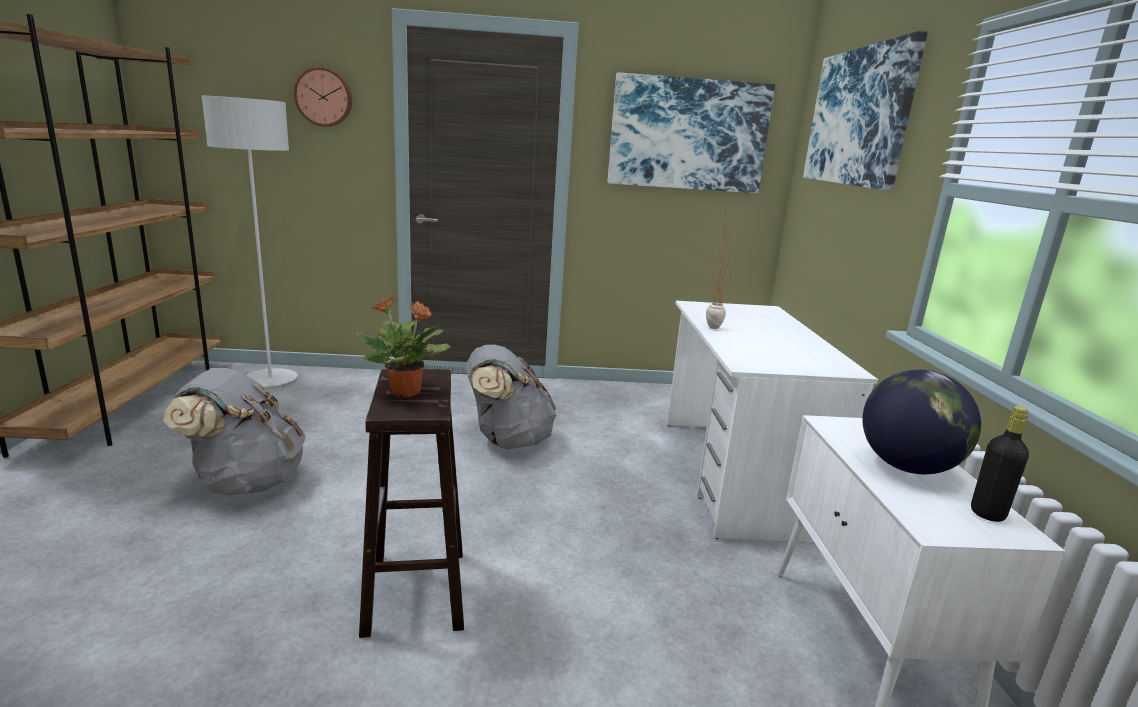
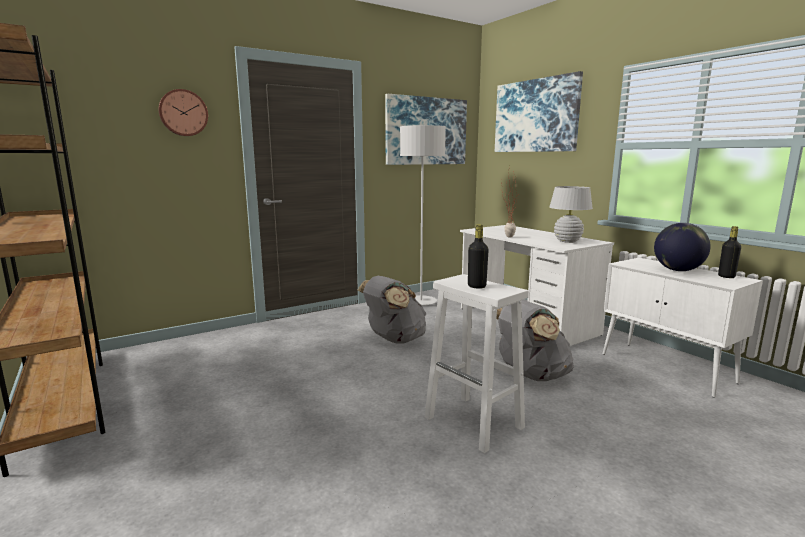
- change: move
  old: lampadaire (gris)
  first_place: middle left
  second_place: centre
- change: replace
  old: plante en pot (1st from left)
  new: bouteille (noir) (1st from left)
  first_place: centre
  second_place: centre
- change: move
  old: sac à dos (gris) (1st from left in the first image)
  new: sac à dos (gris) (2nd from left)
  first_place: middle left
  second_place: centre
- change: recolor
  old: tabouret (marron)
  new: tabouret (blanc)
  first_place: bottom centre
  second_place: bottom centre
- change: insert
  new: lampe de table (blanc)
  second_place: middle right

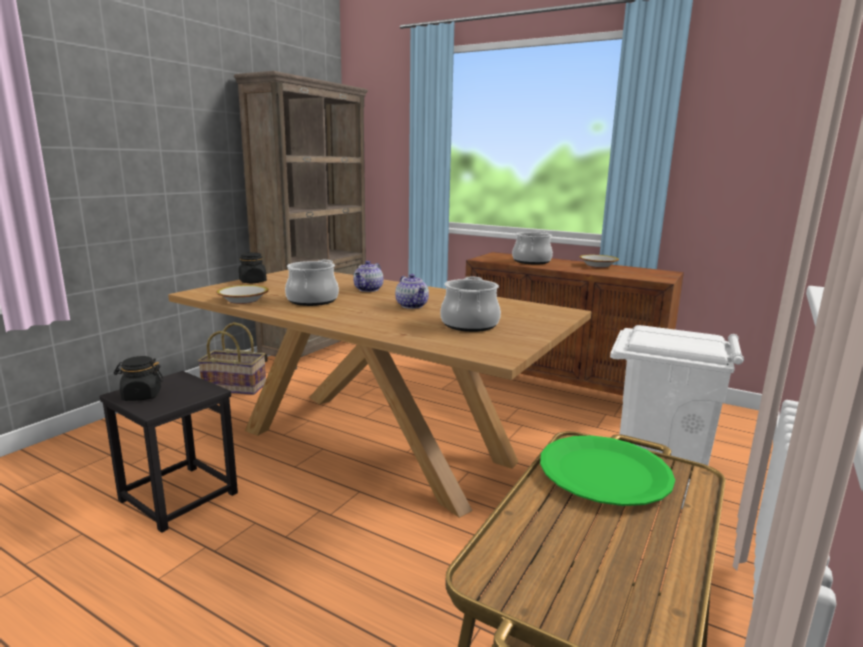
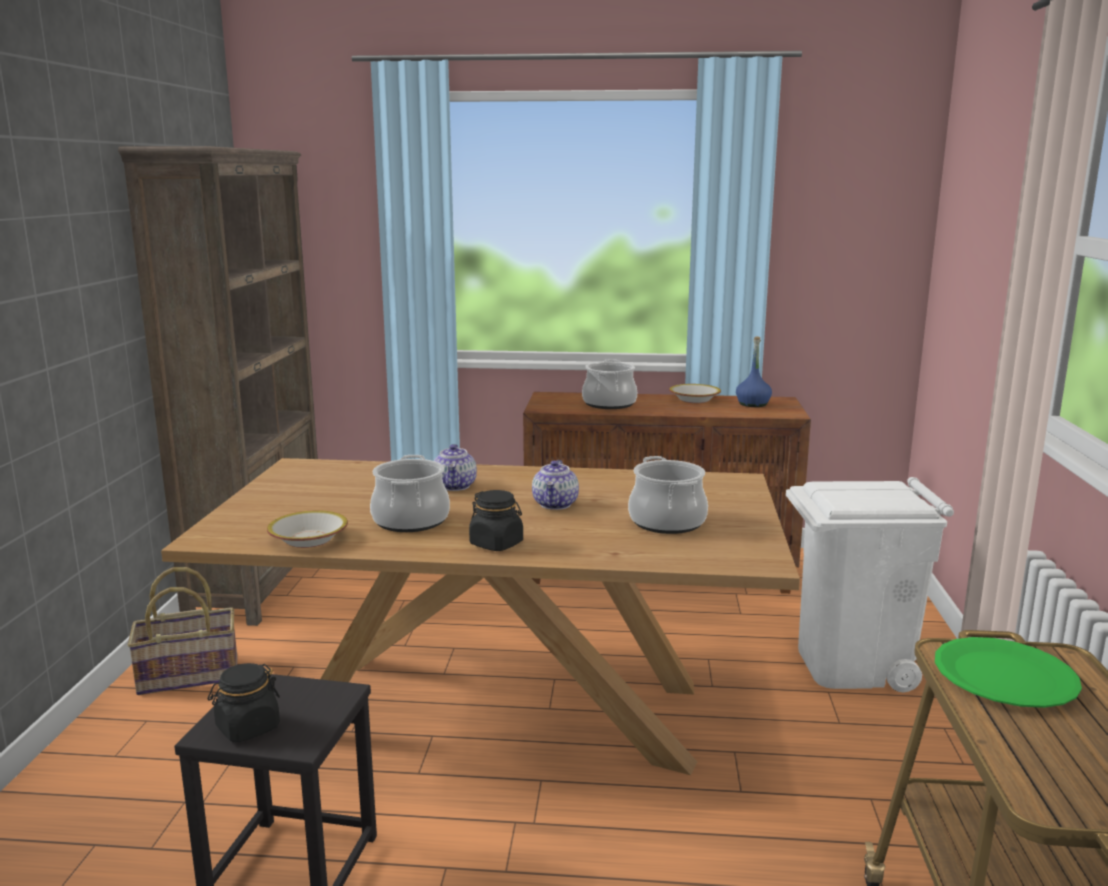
- change: move
  old: bocal (noir) (2nd from left)
  first_place: middle left
  second_place: centre
- change: rotate
  old: théière (2nd from left)
  first_place: centre
  second_place: centre
  degrees: 60
- change: insert
  new: bouteille (bleu)
  second_place: middle right

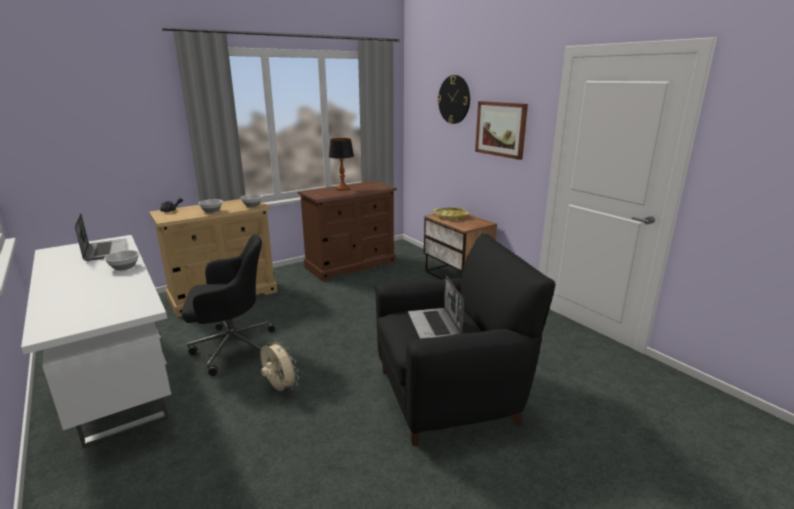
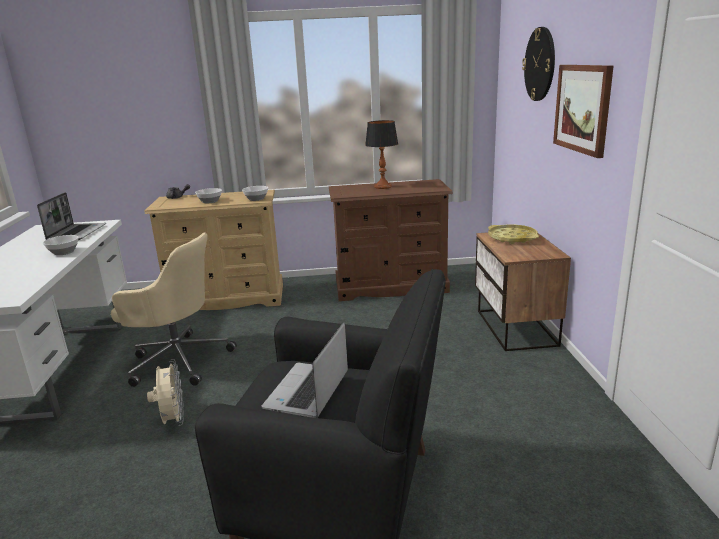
- change: recolor
  old: chaise de bureau (noir)
  new: chaise de bureau (beige)
  first_place: middle left
  second_place: middle left

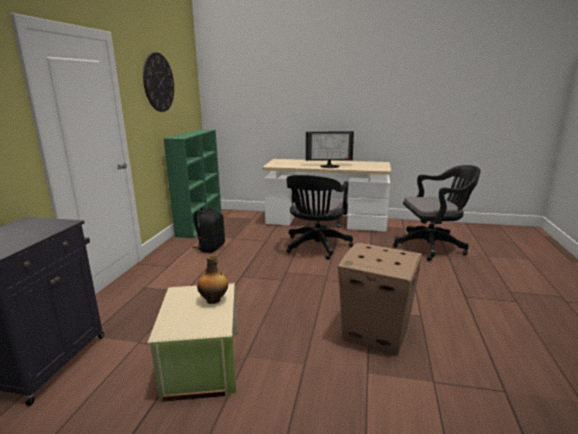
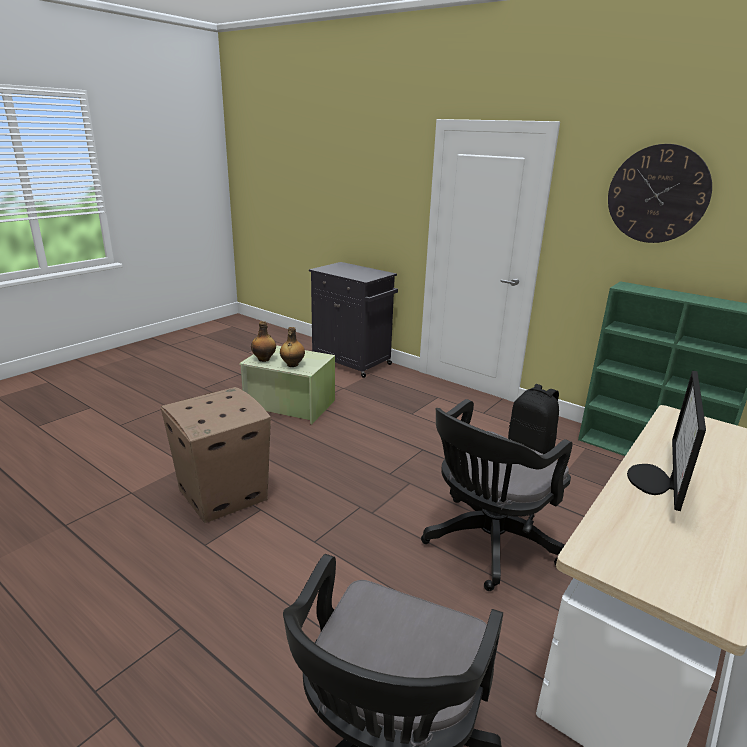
- change: rotate
  old: chaise de bureau (noir) (1st from left in the first image)
  first_place: centre
  second_place: centre
  degrees: -90
- change: recolor
  old: boîte de rangement (beige)
  new: boîte de rangement (vert)
  first_place: bottom centre
  second_place: centre
- change: insert
  new: bouteille (1st from left)
  second_place: centre

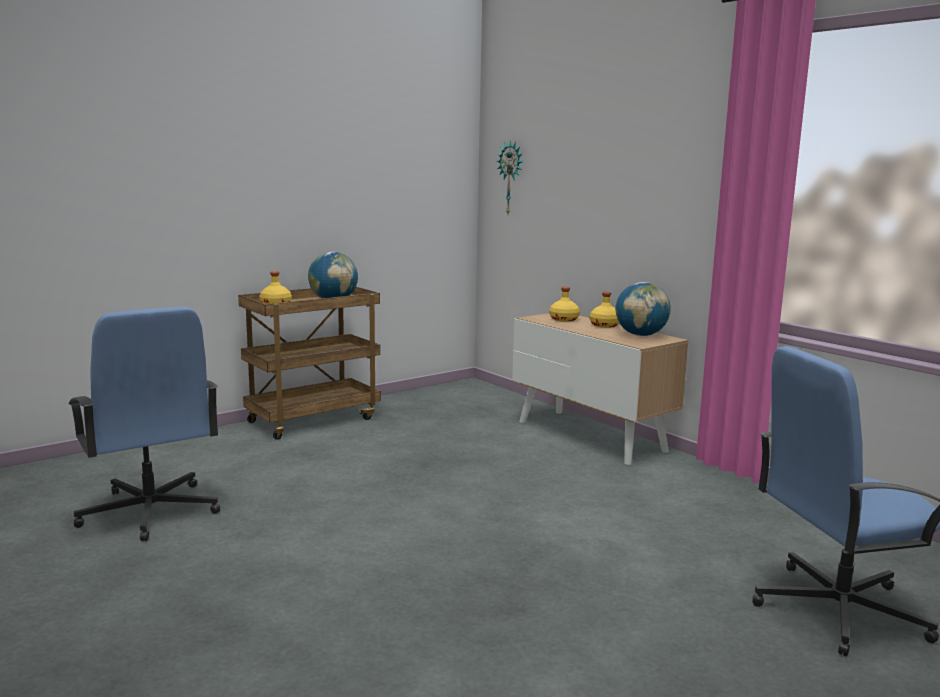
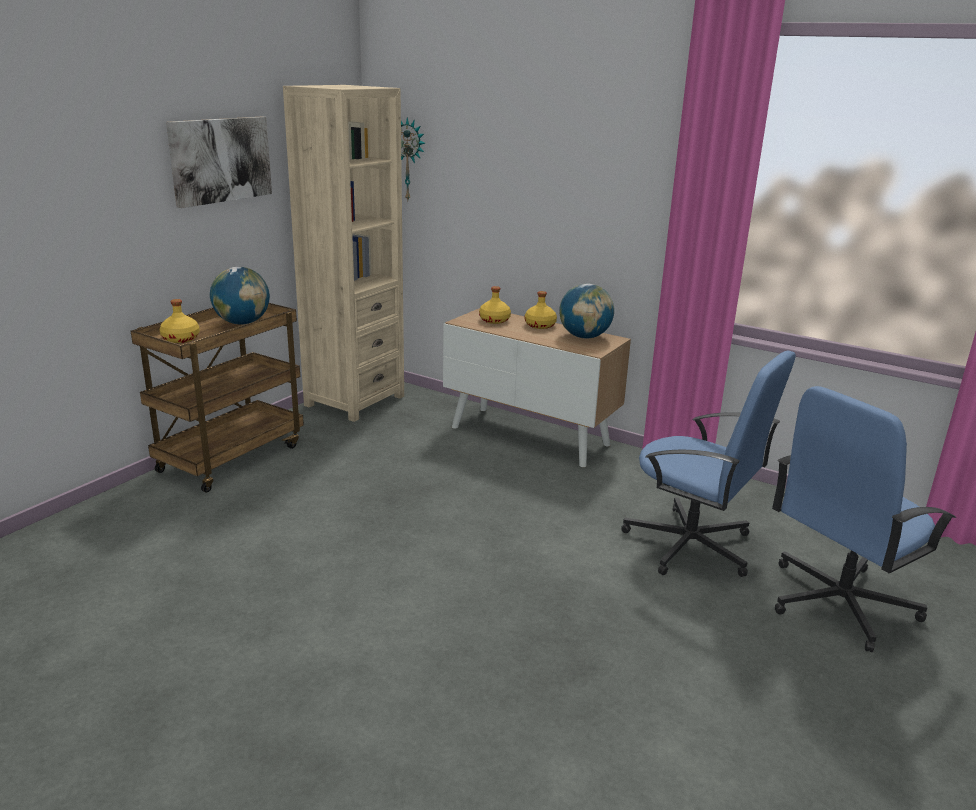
- change: move
  old: chaise de bureau (bleu) (1st from left)
  first_place: middle left
  second_place: middle right
- change: insert
  new: bibliothèque (beige)
  second_place: top centre
- change: insert
  new: tableau
  second_place: top left

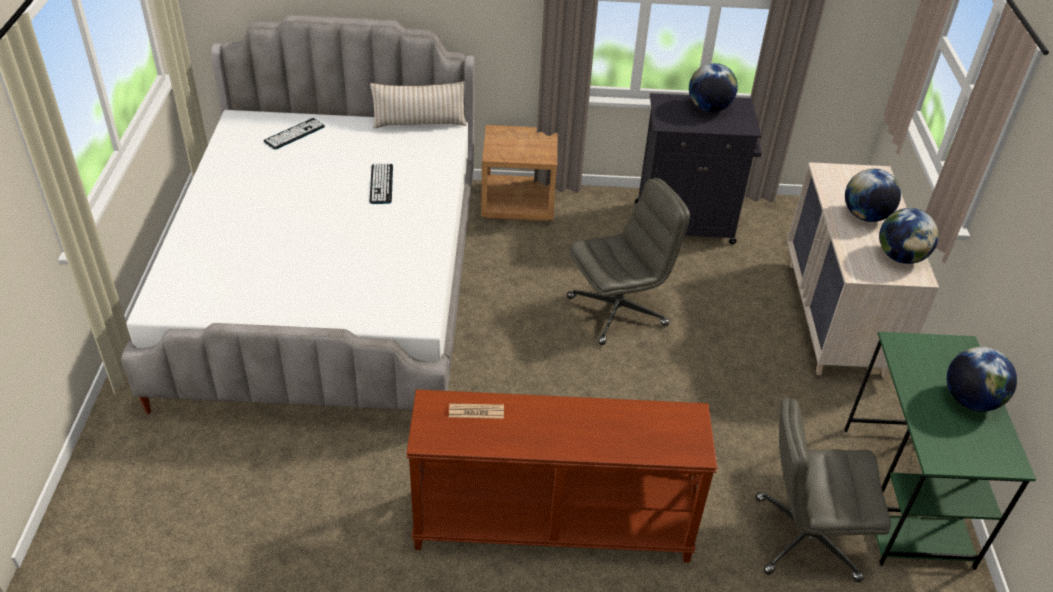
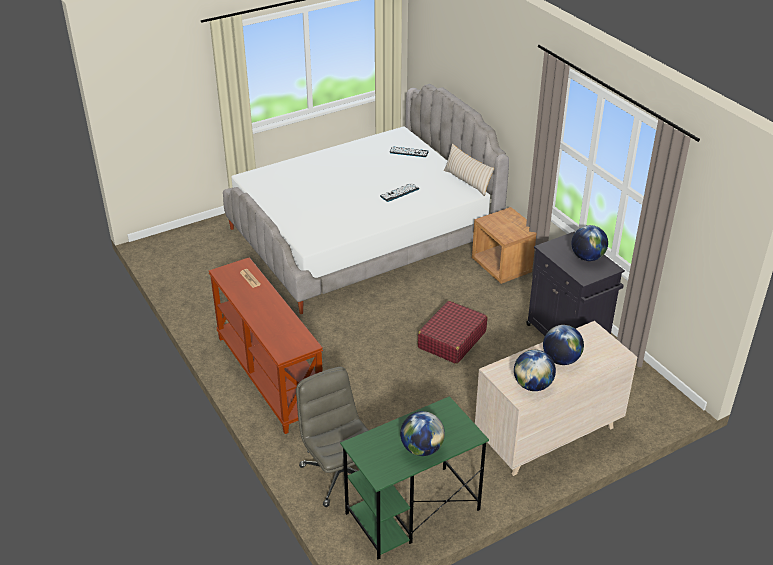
- change: replace
  old: chaise de bureau (gris) (1st from left)
  new: valise (rouge)
  first_place: centre
  second_place: centre

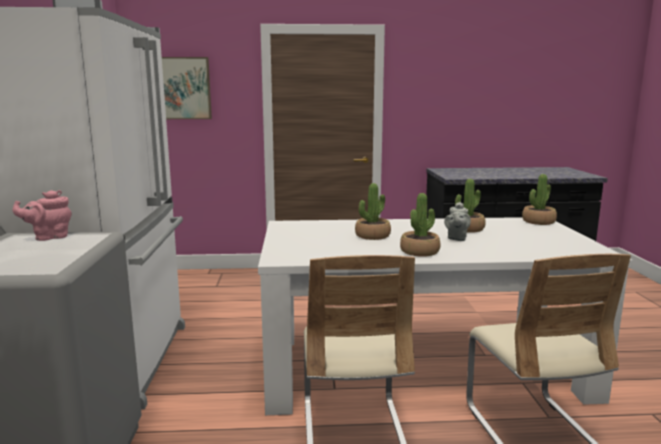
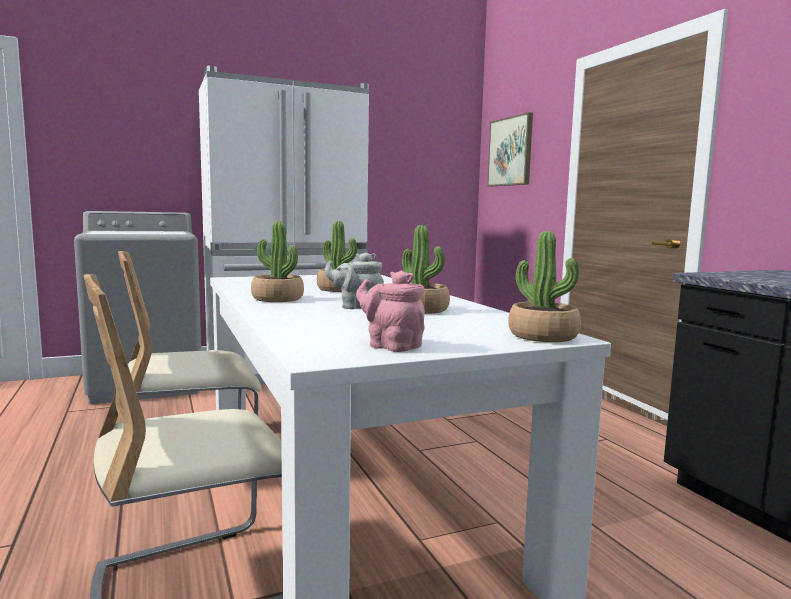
- change: move
  old: théière (rose)
  first_place: middle left
  second_place: centre

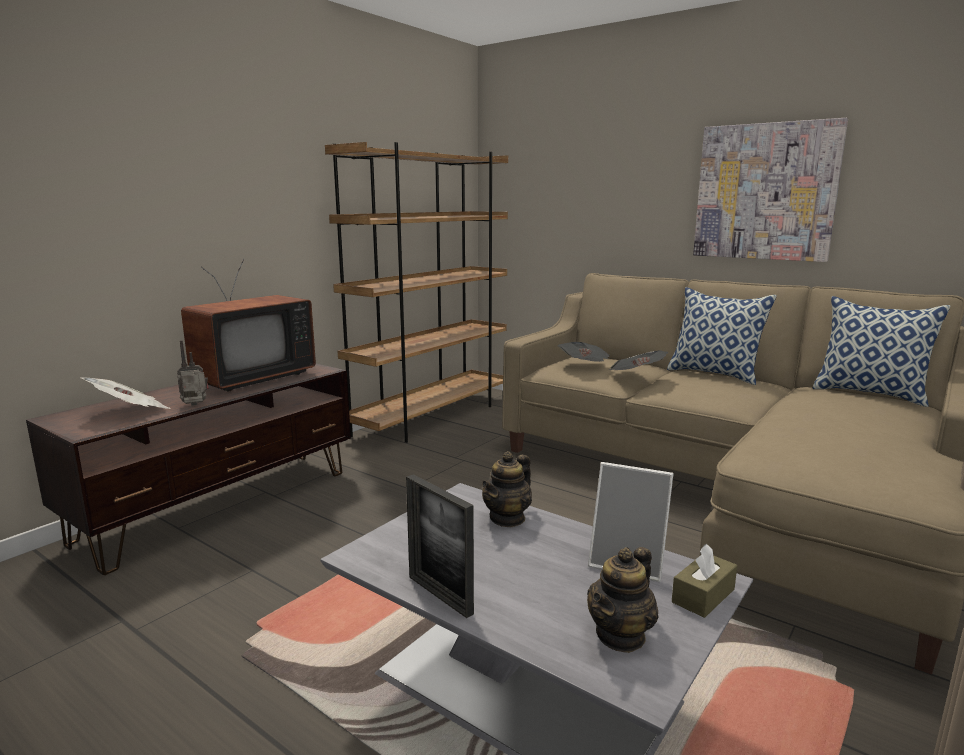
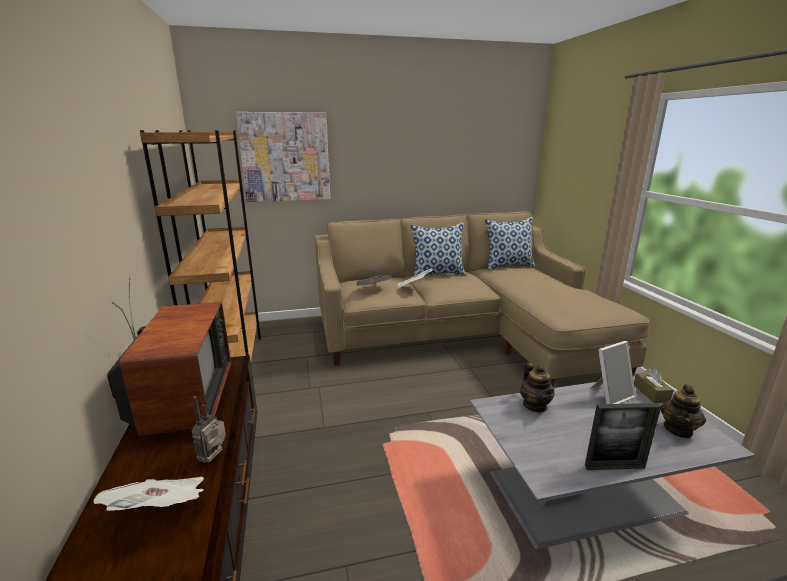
- change: move
  old: tableau
  first_place: top right
  second_place: top centre
- change: rotate
  old: théière (2nd from left)
  first_place: bottom centre
  second_place: bottom right
  degrees: 45

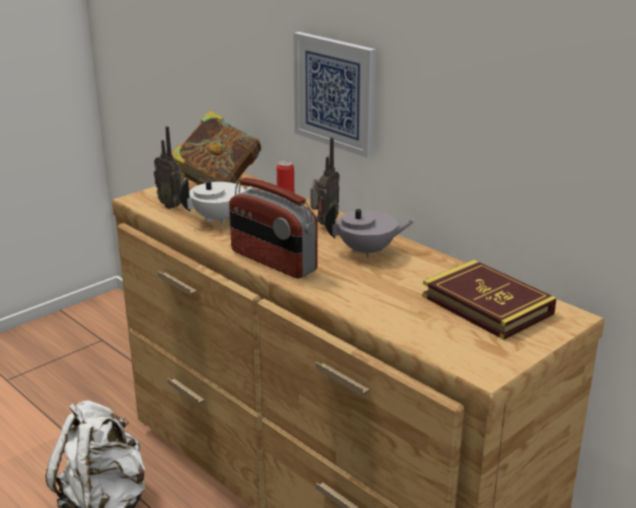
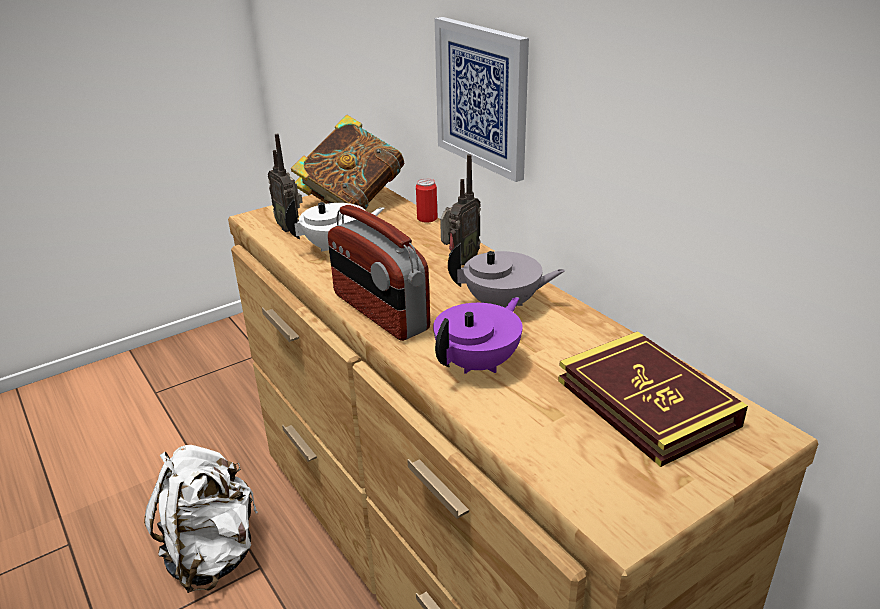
- change: insert
  new: théière (violet)
  second_place: centre

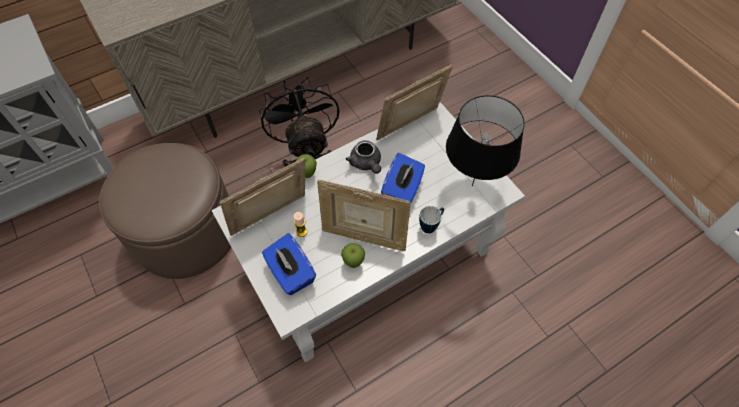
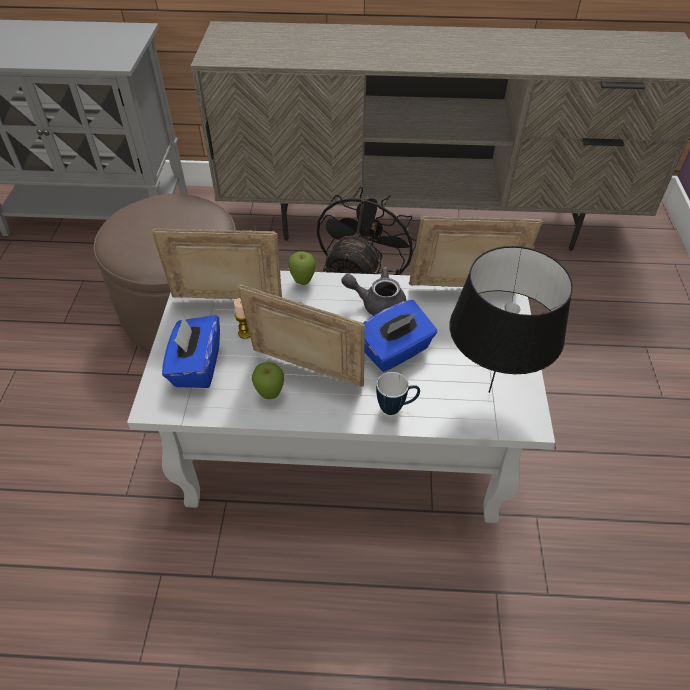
- change: rotate
  old: théière (gris)
  first_place: centre
  second_place: centre
  degrees: 90
- change: rotate
  old: cadre photo (2nd from left)
  first_place: centre
  second_place: centre
  degrees: 150

